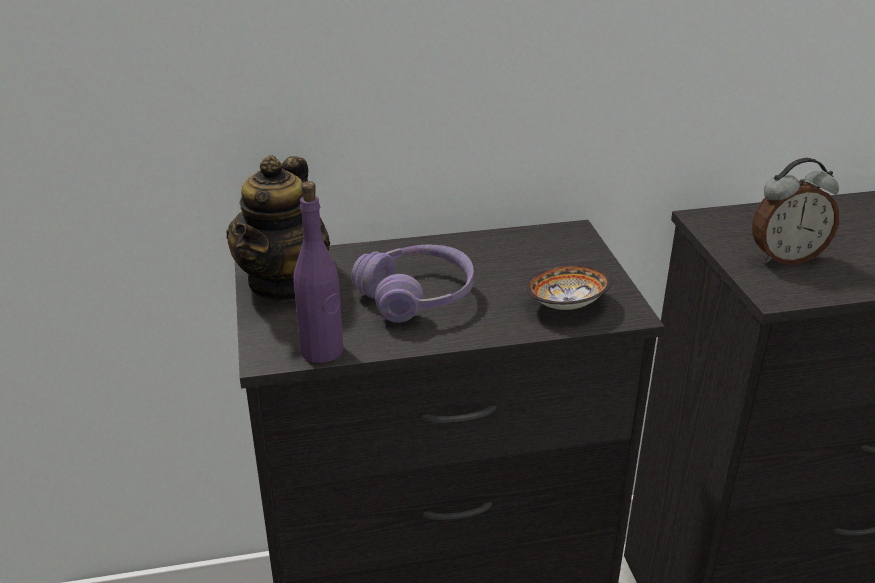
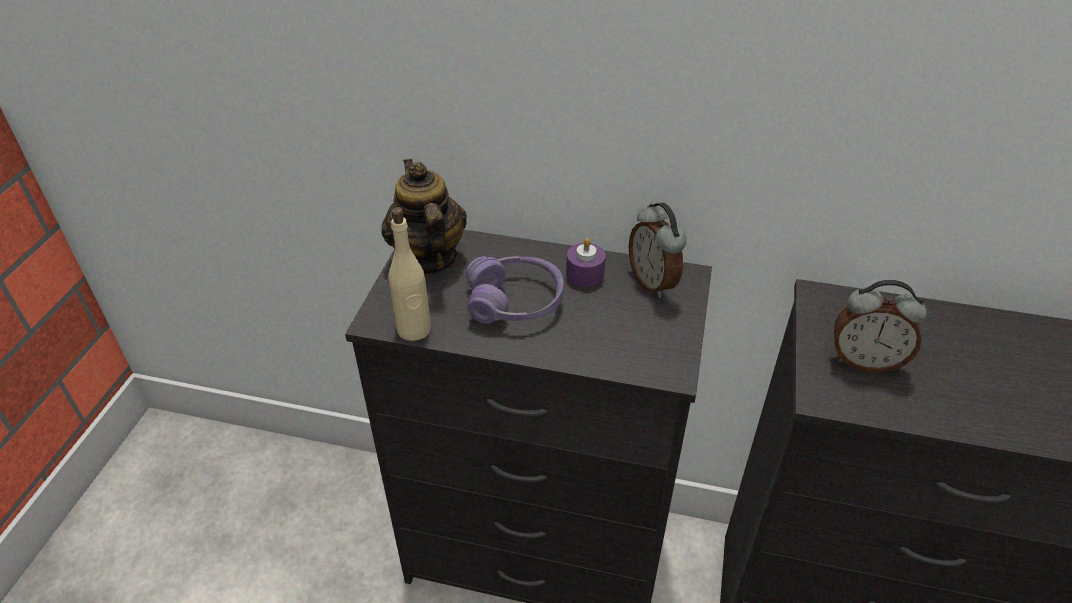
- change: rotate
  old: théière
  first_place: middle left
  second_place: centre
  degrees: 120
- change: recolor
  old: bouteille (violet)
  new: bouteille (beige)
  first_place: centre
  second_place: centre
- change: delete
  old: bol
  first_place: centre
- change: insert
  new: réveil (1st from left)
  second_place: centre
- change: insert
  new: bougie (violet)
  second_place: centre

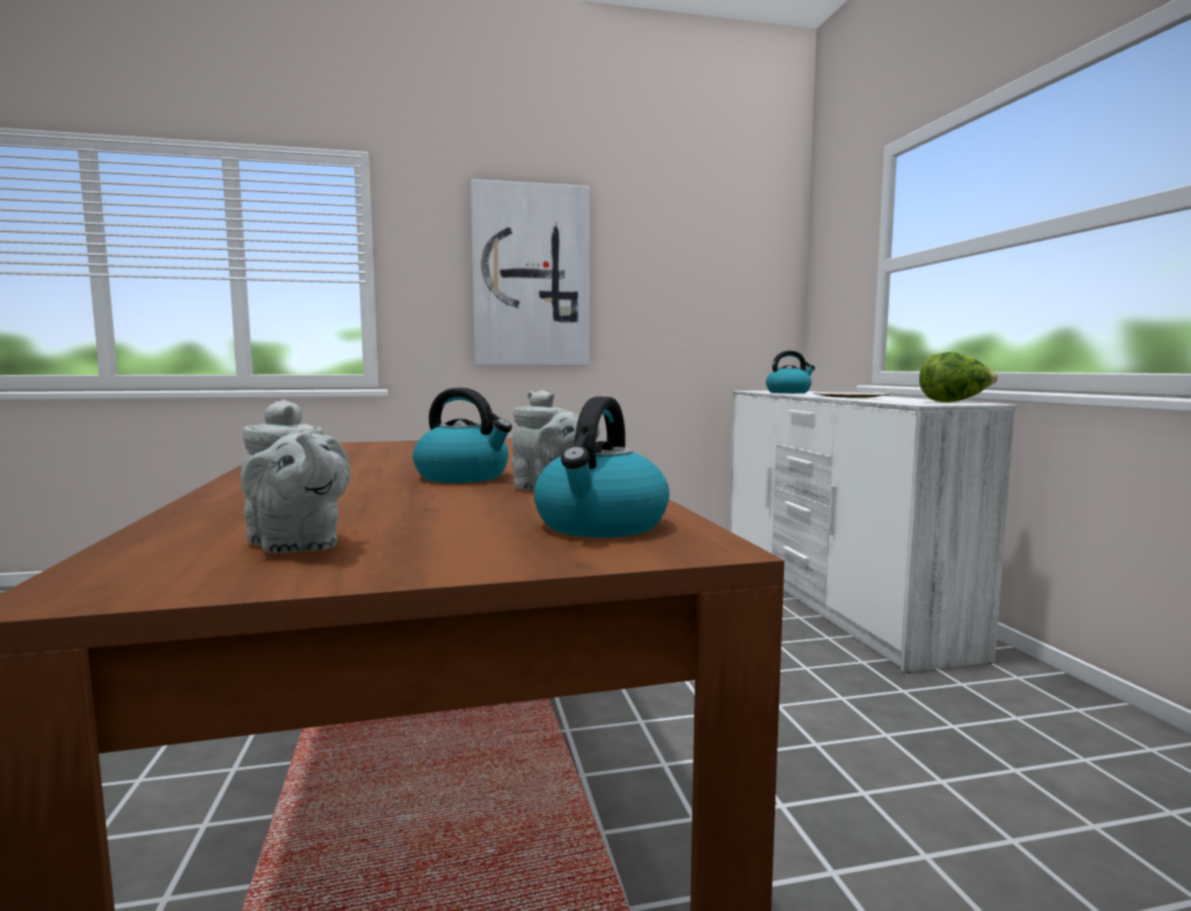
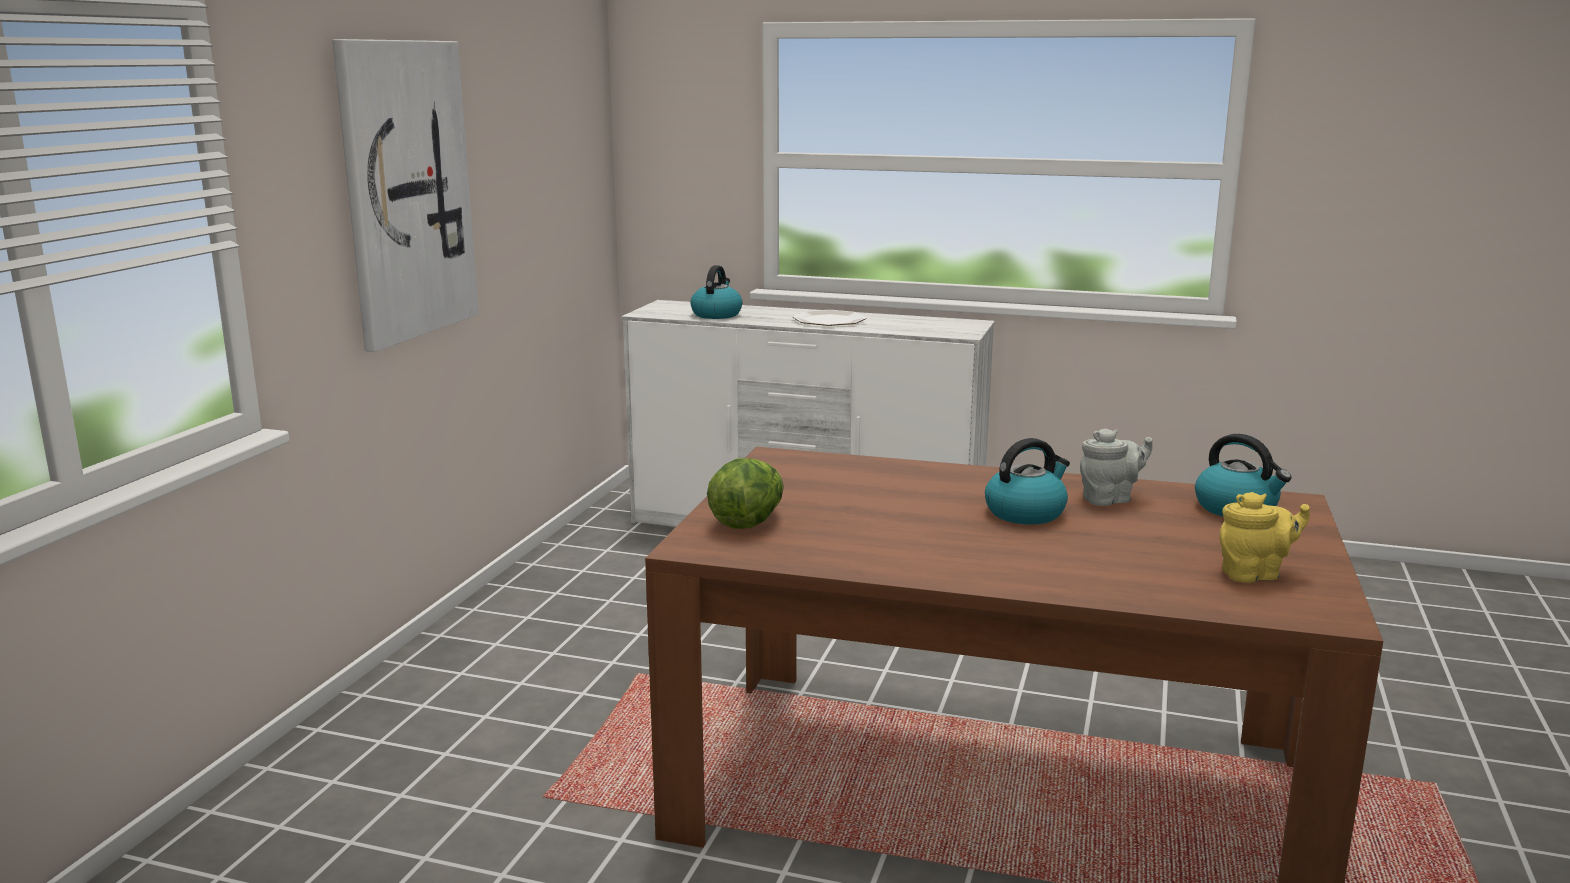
- change: move
  old: laitue
  first_place: middle right
  second_place: centre
- change: recolor
  old: théière (gris) (1st from left)
  new: théière (jaune)
  first_place: middle left
  second_place: middle right

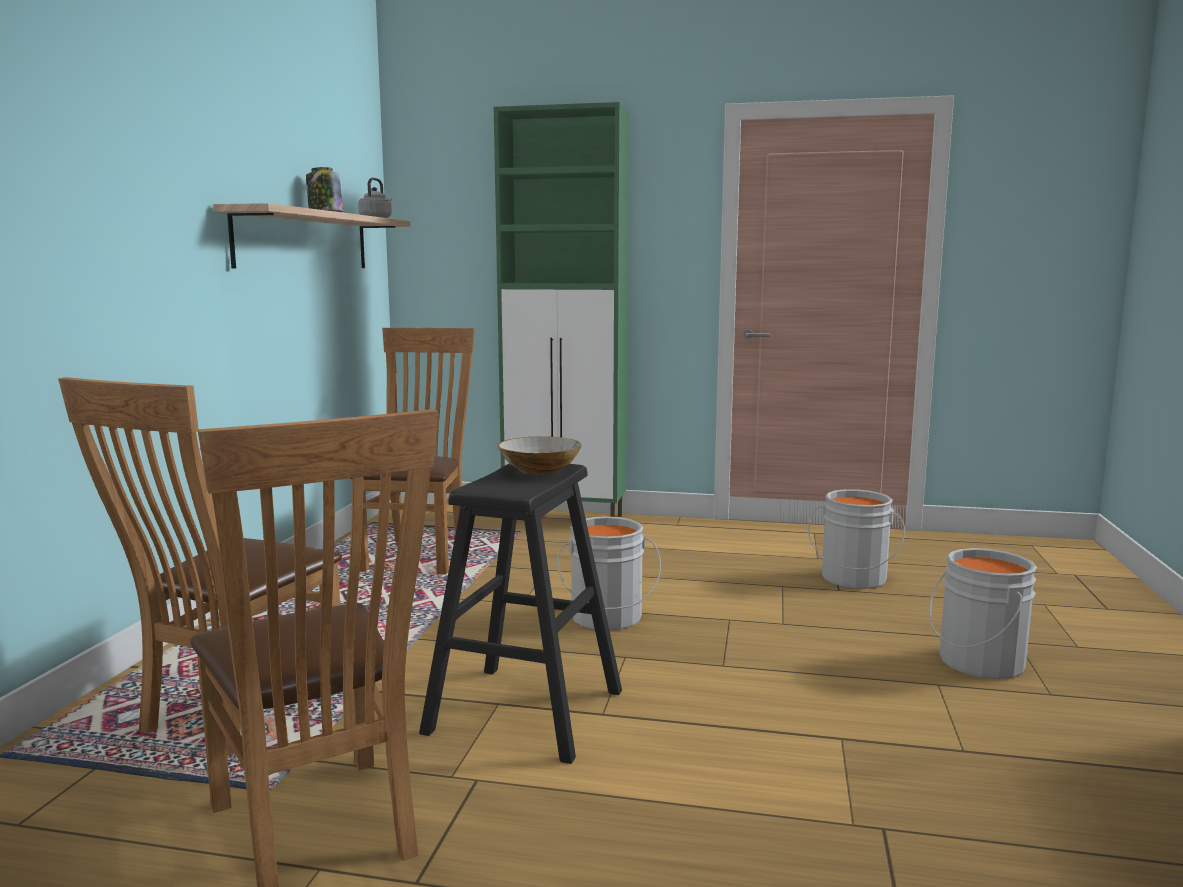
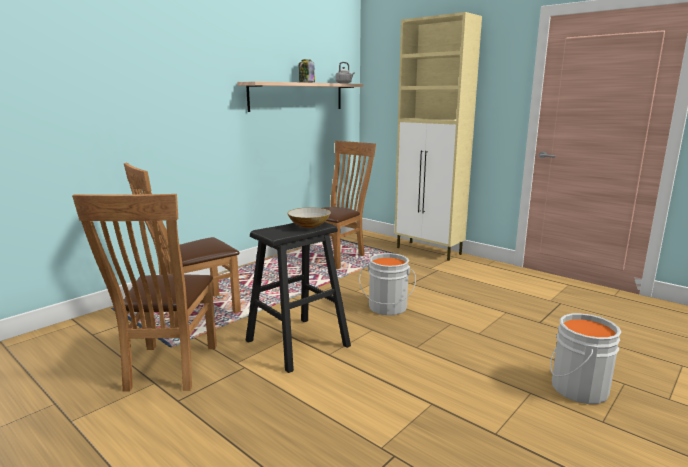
- change: recolor
  old: meuble de rangement (vert)
  new: meuble de rangement (beige)
  first_place: centre
  second_place: top centre
- change: delete
  old: seau (gris) (2nd from left)
  first_place: middle right

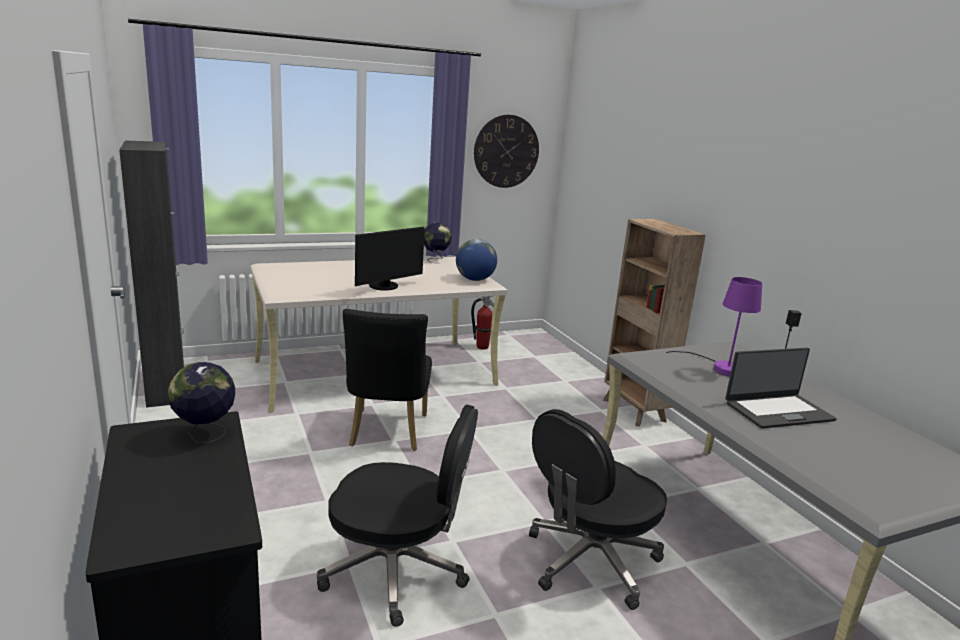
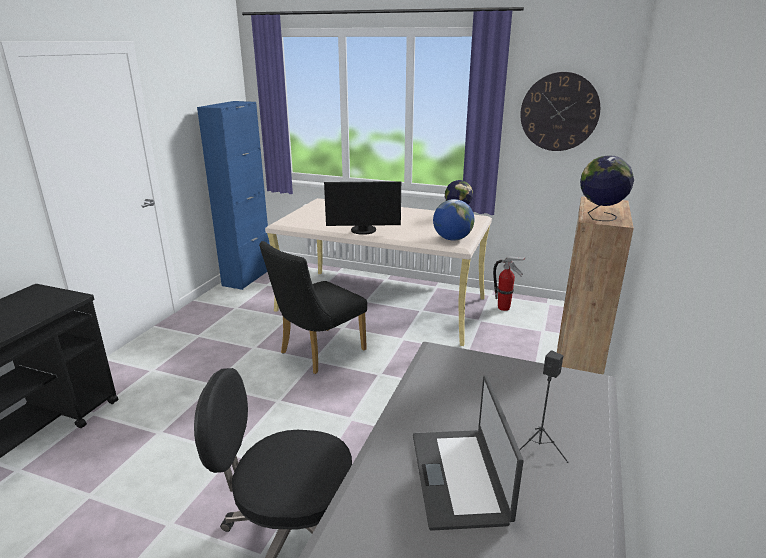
- change: recolor
  old: meuble de rangement (noir)
  new: meuble de rangement (bleu)
  first_place: middle left
  second_place: middle left
- change: delete
  old: lampe de table (violet)
  first_place: middle right
- change: rotate
  old: ordinateur portable
  first_place: middle right
  second_place: bottom centre
  degrees: 60
- change: move
  old: globe (1st from left in the first image)
  new: globe (3rd from left)
  first_place: middle left
  second_place: middle right
- change: delete
  old: chaise de bureau (noir) (1st from left)
  first_place: bottom centre

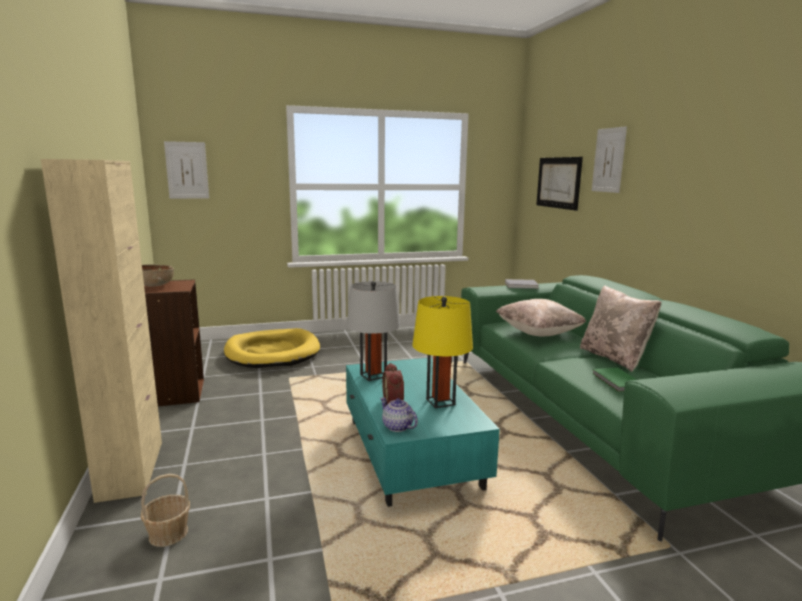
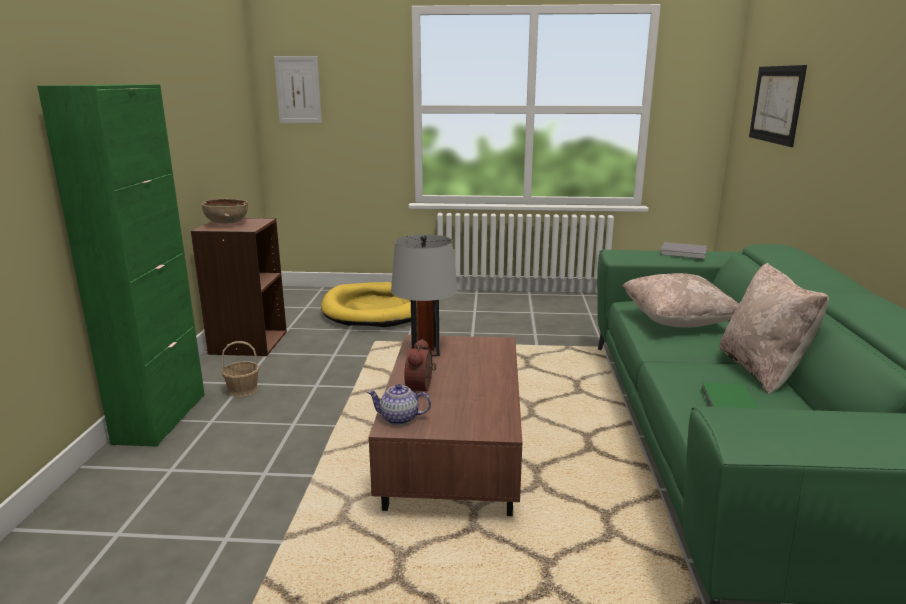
- change: delete
  old: tableau (3rd from left)
  first_place: top right
- change: recolor
  old: meuble de rangement (beige)
  new: meuble de rangement (vert)
  first_place: middle left
  second_place: middle left
- change: delete
  old: lampe de table (jaune)
  first_place: centre
- change: recolor
  old: table basse (turquoise)
  new: table basse (marron)
  first_place: bottom centre
  second_place: bottom centre
- change: rotate
  old: théière
  first_place: bottom centre
  second_place: bottom centre
  degrees: -60
- change: move
  old: panier
  first_place: bottom left
  second_place: middle left

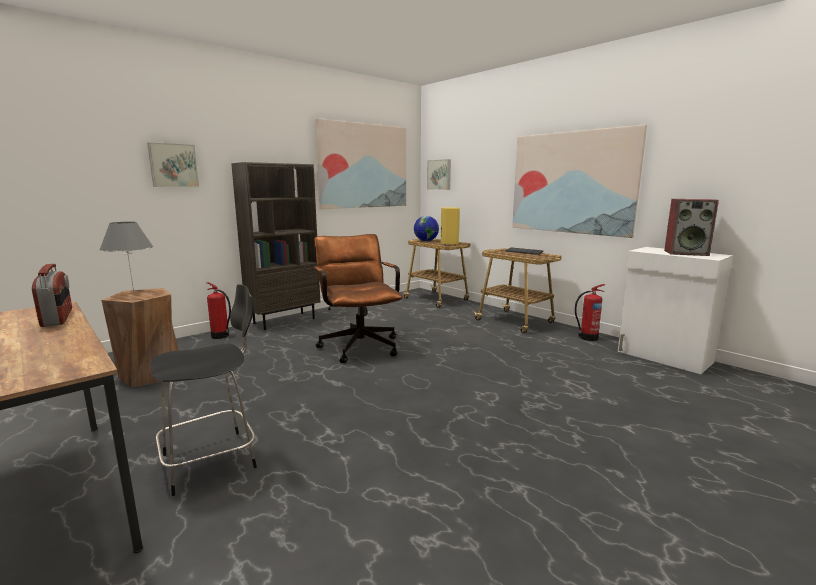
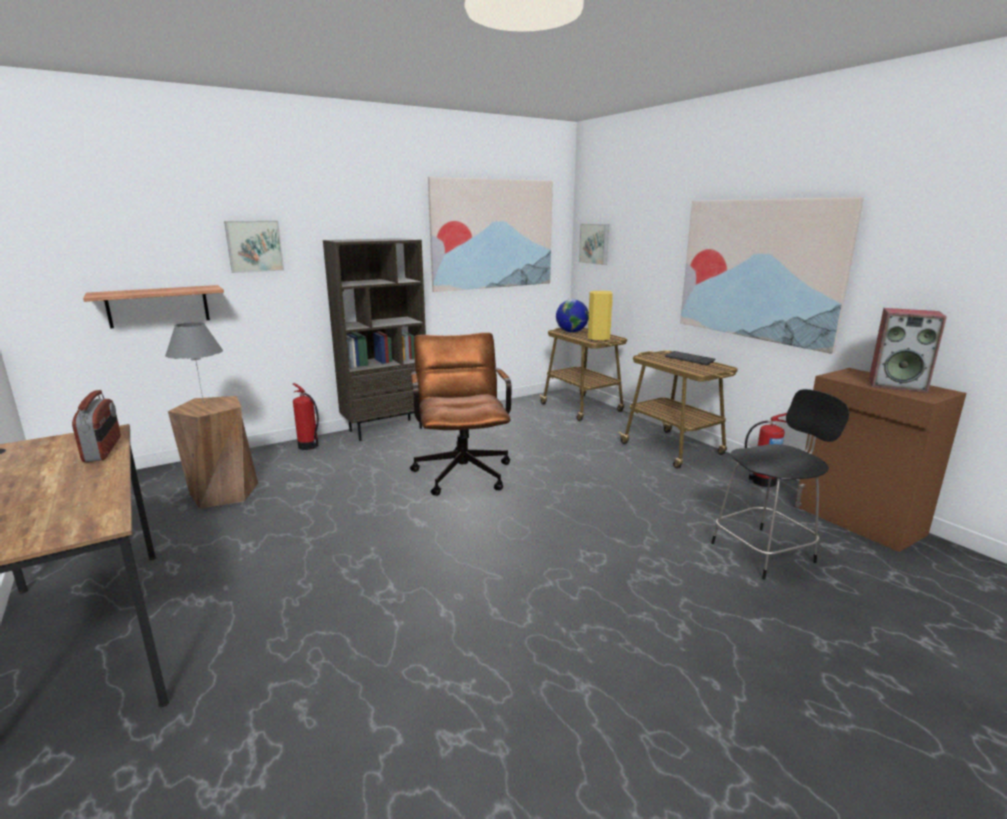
- change: recolor
  old: meuble de rangement (blanc)
  new: meuble de rangement (marron)
  first_place: middle right
  second_place: middle right
- change: move
  old: chaise (noir)
  first_place: bottom left
  second_place: middle right
- change: insert
  new: étagère
  second_place: middle left

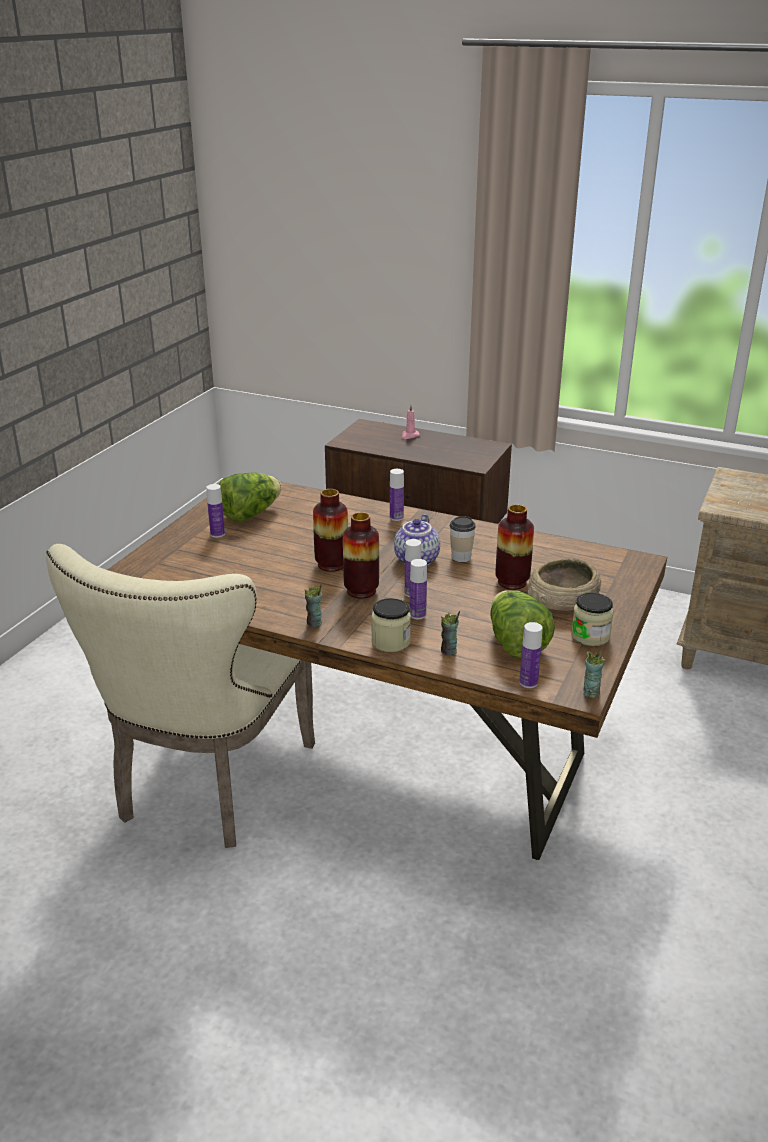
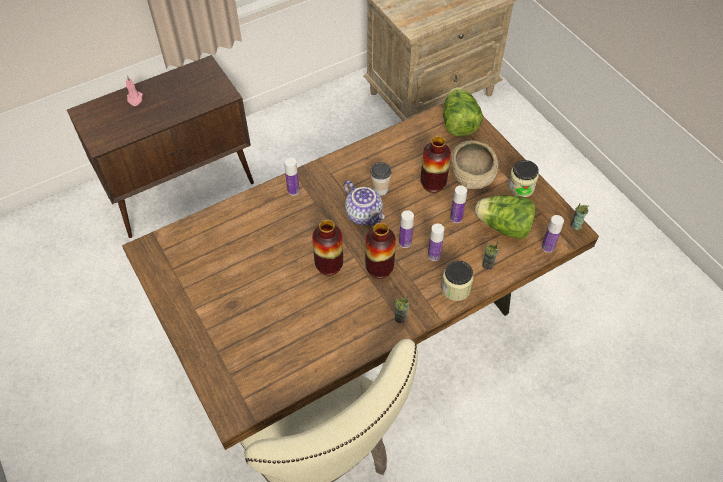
- change: move
  old: laitue (1st from left)
  first_place: middle left
  second_place: top centre
- change: move
  old: bouteille (1st from left in the first image)
  new: bouteille (4th from left)
  first_place: middle left
  second_place: centre

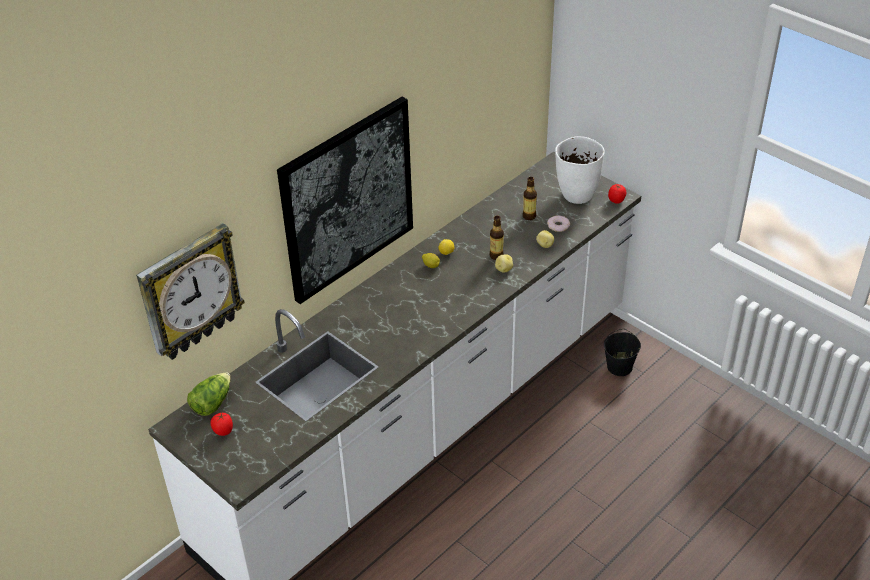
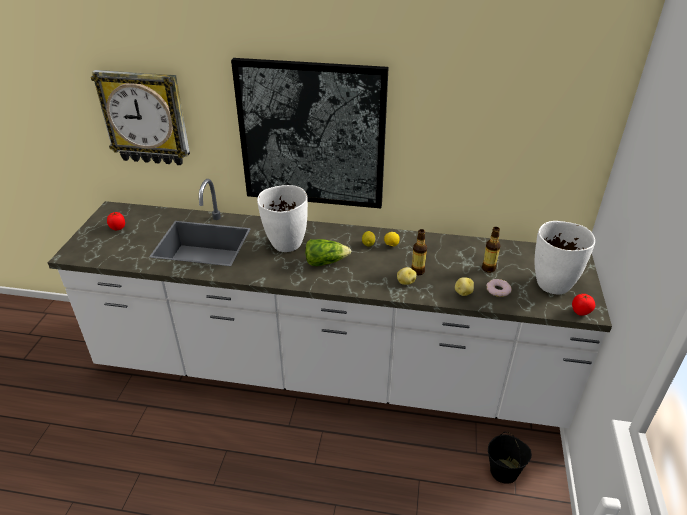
- change: move
  old: laitue
  first_place: bottom left
  second_place: centre
- change: insert
  new: vase (blanc) (1st from left)
  second_place: centre

